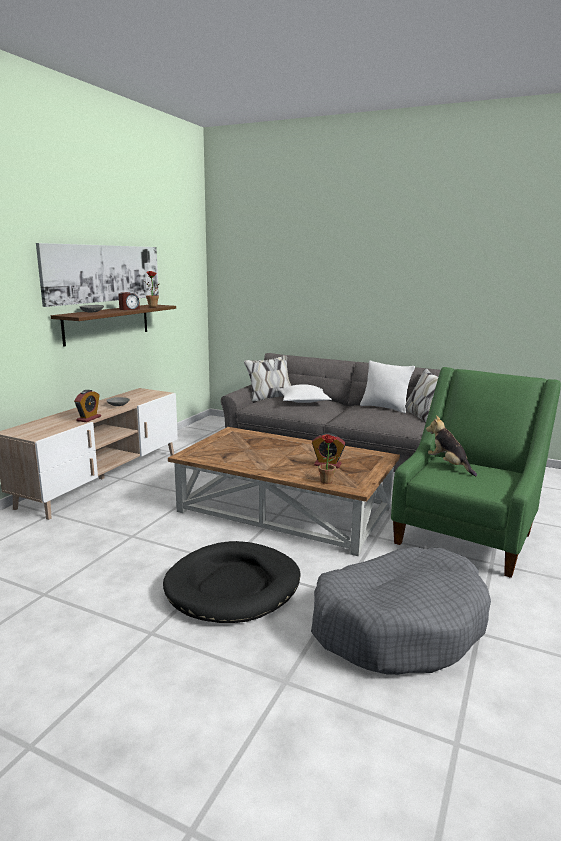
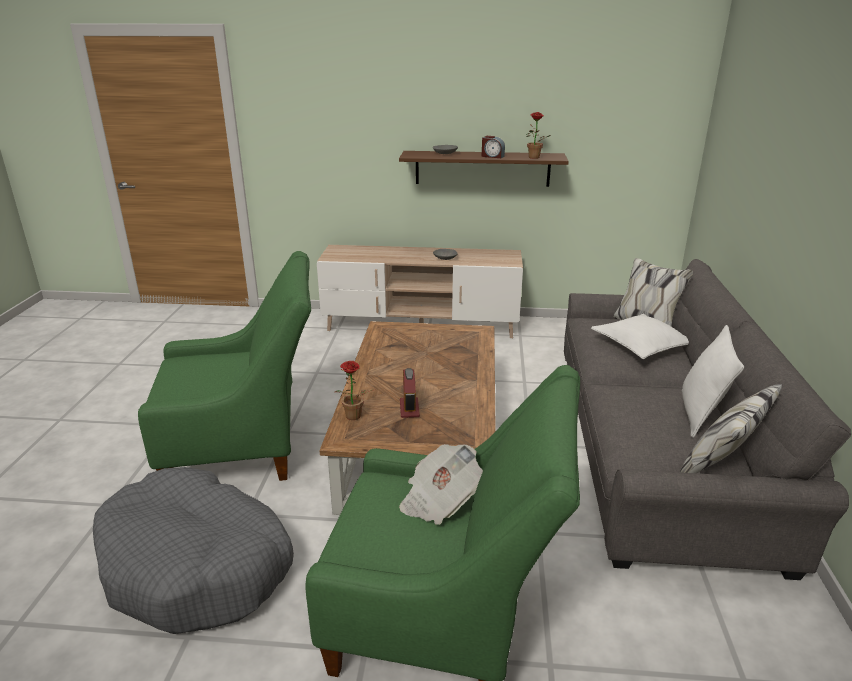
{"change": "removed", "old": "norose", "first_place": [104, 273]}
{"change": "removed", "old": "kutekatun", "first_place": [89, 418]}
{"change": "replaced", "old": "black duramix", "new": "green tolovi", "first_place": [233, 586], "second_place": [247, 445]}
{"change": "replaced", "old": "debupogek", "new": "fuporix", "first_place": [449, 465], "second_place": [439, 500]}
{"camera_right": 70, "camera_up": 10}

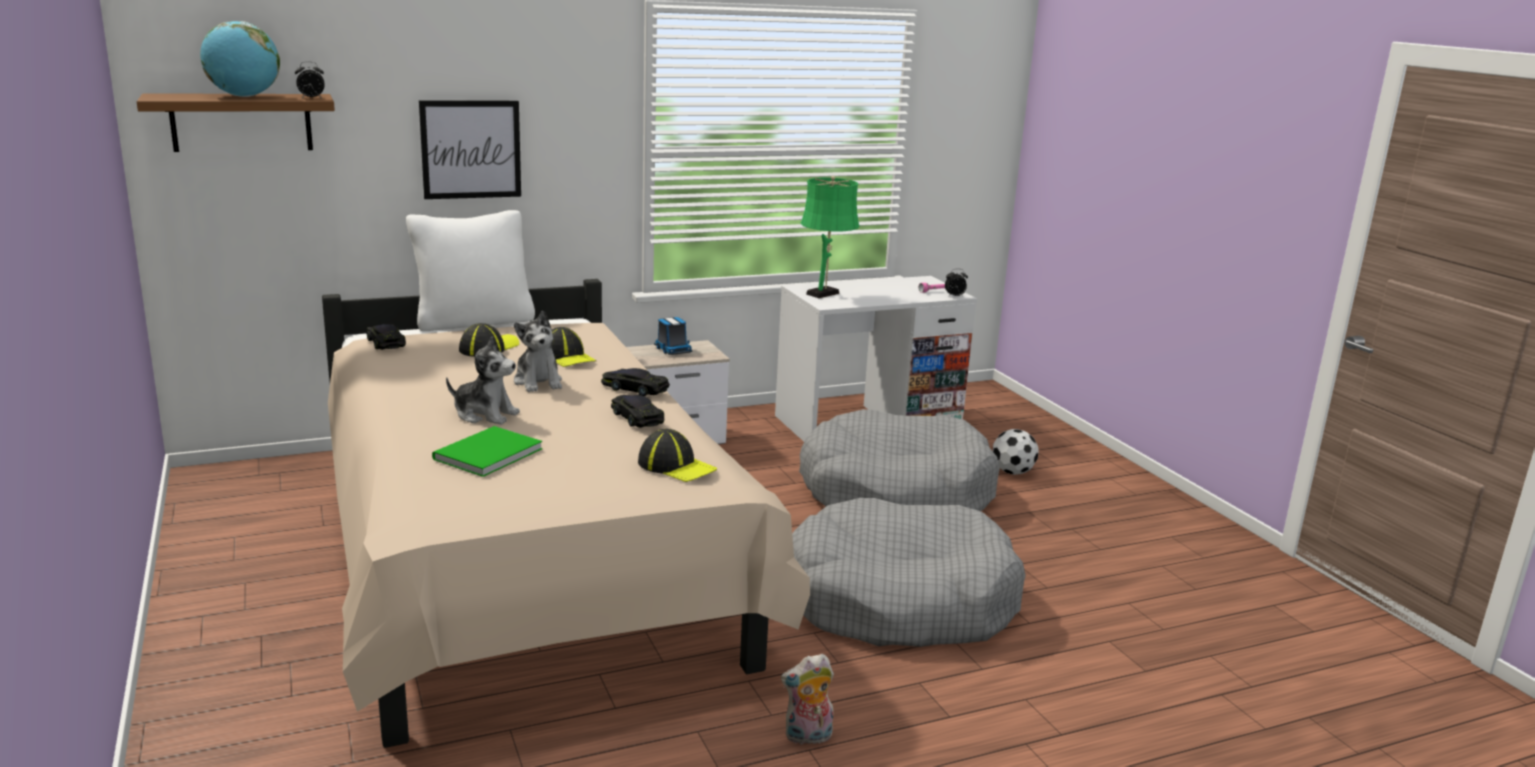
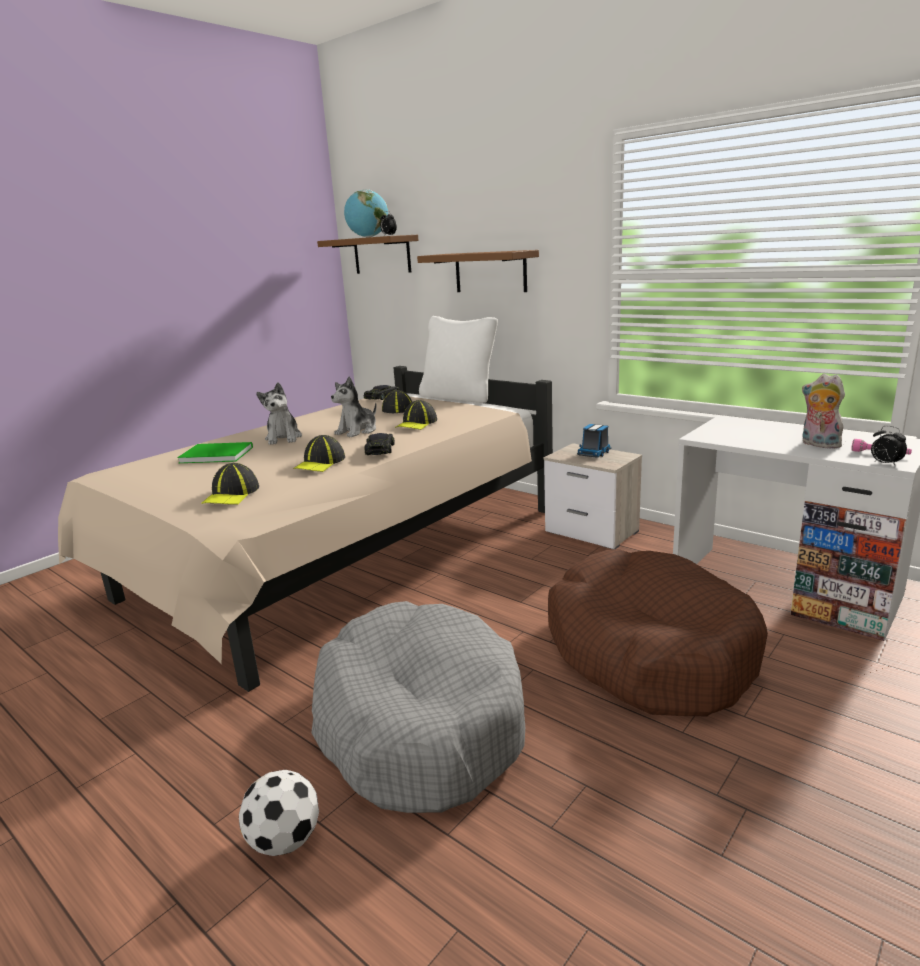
{"change": "replaced", "old": "norose", "new": "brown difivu", "first_place": [471, 149], "second_place": [490, 272]}
{"change": "replaced", "old": "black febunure", "new": "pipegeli", "first_place": [636, 417], "second_place": [320, 463]}
{"change": "moved", "old": "debupogek", "first_place": [807, 737], "second_place": [818, 444]}
{"change": "recoloured", "old": "grey duramix", "new": "brown duramix", "first_place": [895, 492], "second_place": [649, 651]}
{"change": "removed", "old": "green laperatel", "first_place": [825, 293]}
{"change": "moved", "old": "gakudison", "first_place": [1013, 472], "second_place": [284, 841]}
{"camera_right": 65, "camera_up": 0}

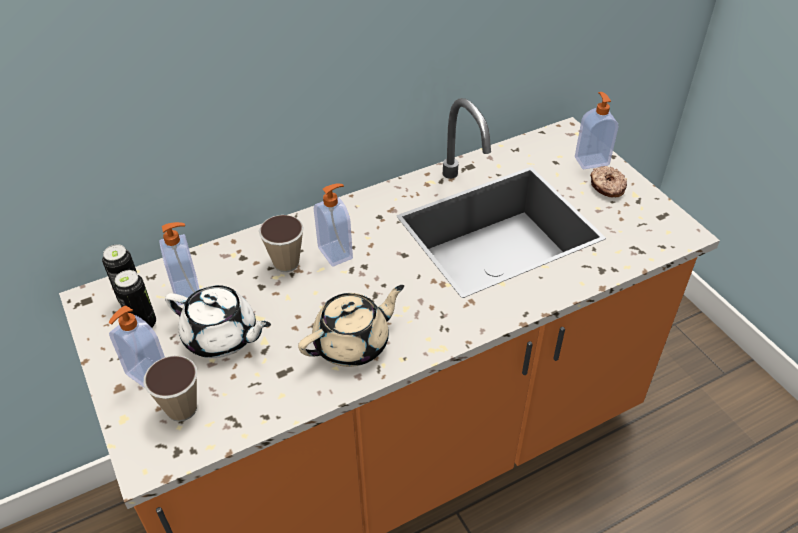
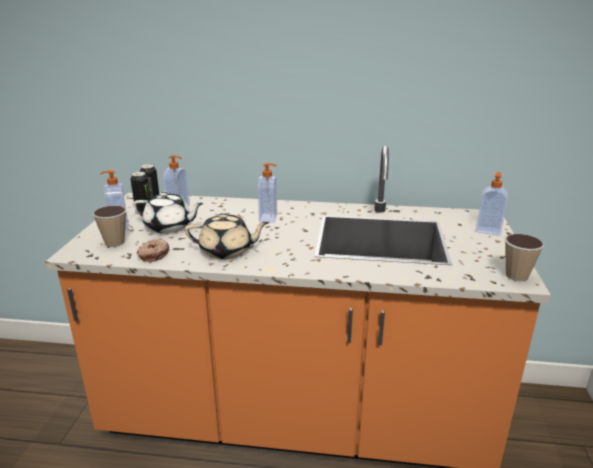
{"change": "turned", "old": "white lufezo", "first_place": [222, 337], "second_place": [169, 227], "degrees": -45}
{"change": "moved", "old": "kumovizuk", "first_place": [286, 263], "second_place": [516, 276]}
{"change": "moved", "old": "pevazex", "first_place": [607, 187], "second_place": [153, 255]}
{"camera_right": 35, "camera_up": -20}

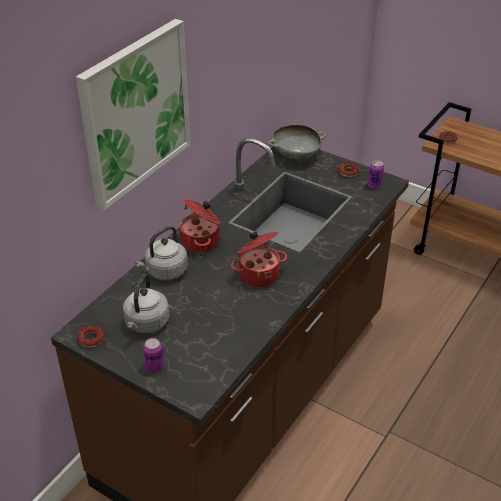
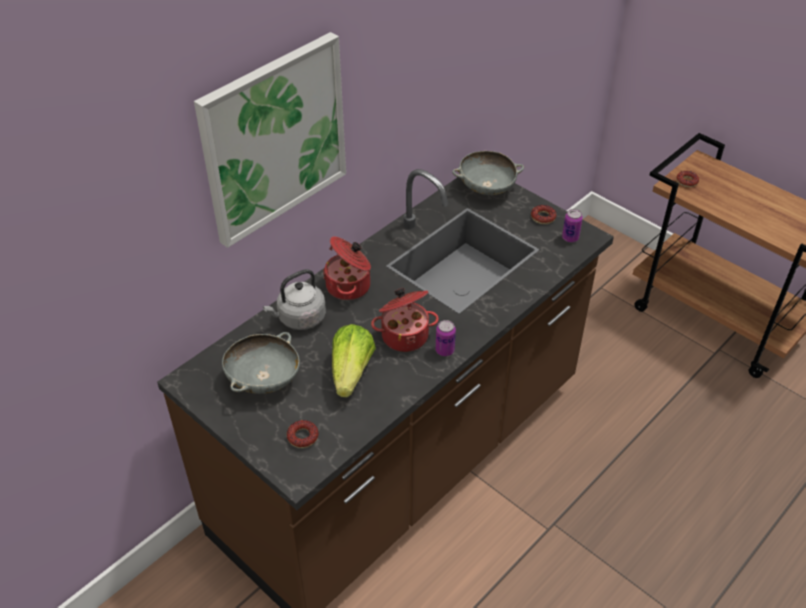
{"change": "moved", "old": "pevazex", "first_place": [91, 339], "second_place": [302, 437]}
{"change": "replaced", "old": "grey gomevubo", "new": "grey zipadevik", "first_place": [146, 324], "second_place": [264, 379]}
{"change": "moved", "old": "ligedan", "first_place": [155, 367], "second_place": [445, 350]}
{"change": "added", "new": "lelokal", "second_place": [351, 372]}
{"camera_right": 10, "camera_up": 5}

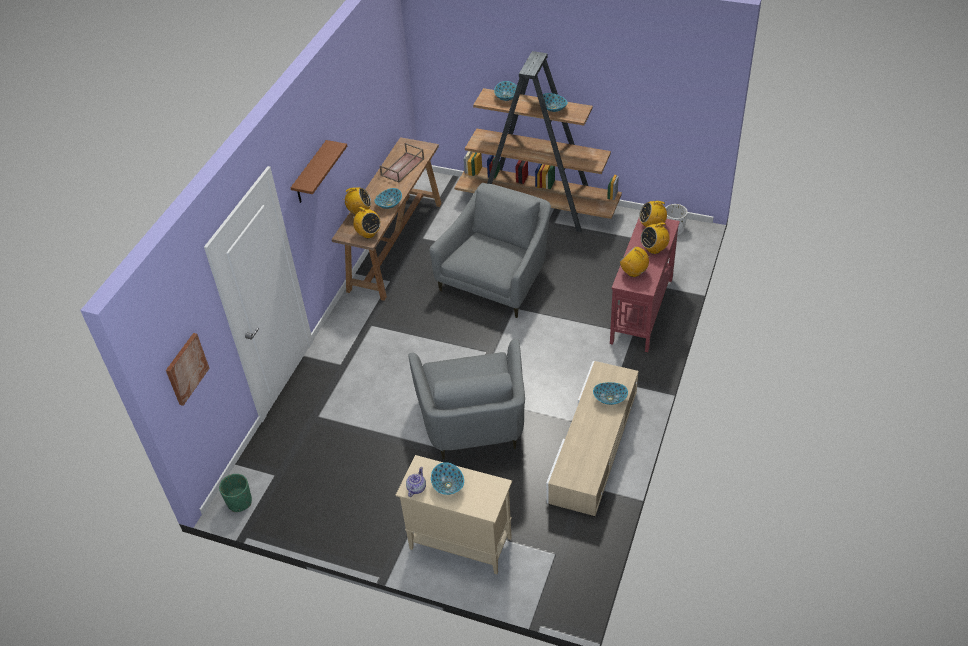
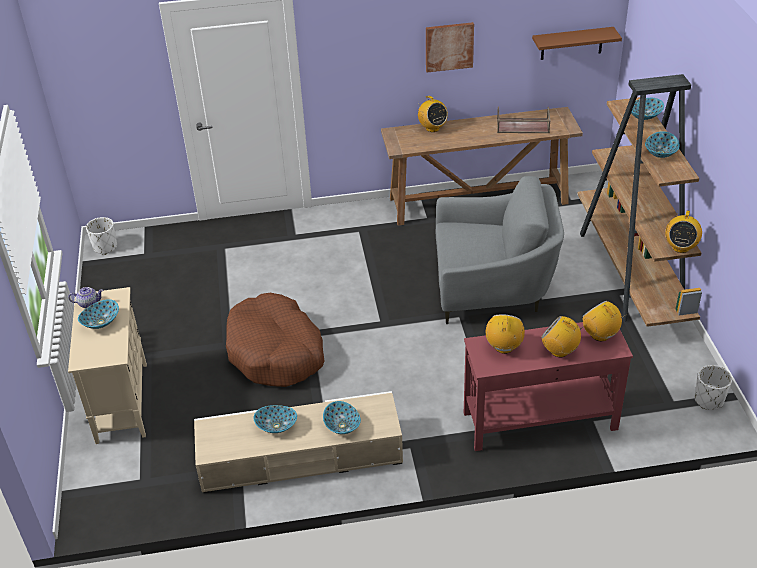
{"change": "moved", "old": "norose", "first_place": [186, 368], "second_place": [449, 46]}
{"change": "recoloured", "old": "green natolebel", "new": "white natolebel", "first_place": [239, 502], "second_place": [105, 247]}
{"change": "moved", "old": "brown difivu", "first_place": [310, 173], "second_place": [572, 43]}
{"change": "moved", "old": "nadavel", "first_place": [368, 234], "second_place": [680, 247]}
{"change": "moved", "old": "zipadevik", "first_place": [389, 204], "second_place": [276, 425]}
{"change": "replaced", "old": "grey tolovi", "new": "brown duramix", "first_place": [474, 424], "second_place": [276, 352]}
{"camera_right": 60, "camera_up": -5}

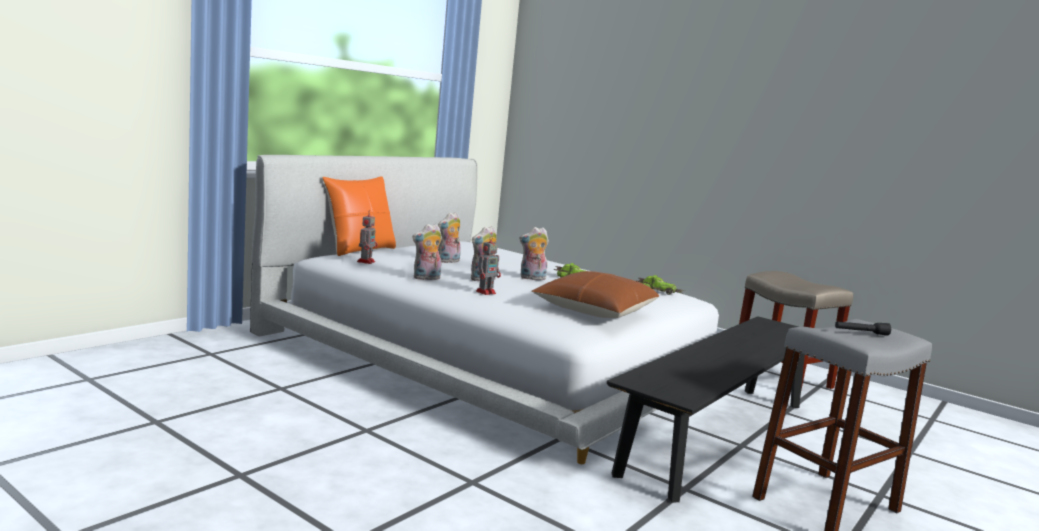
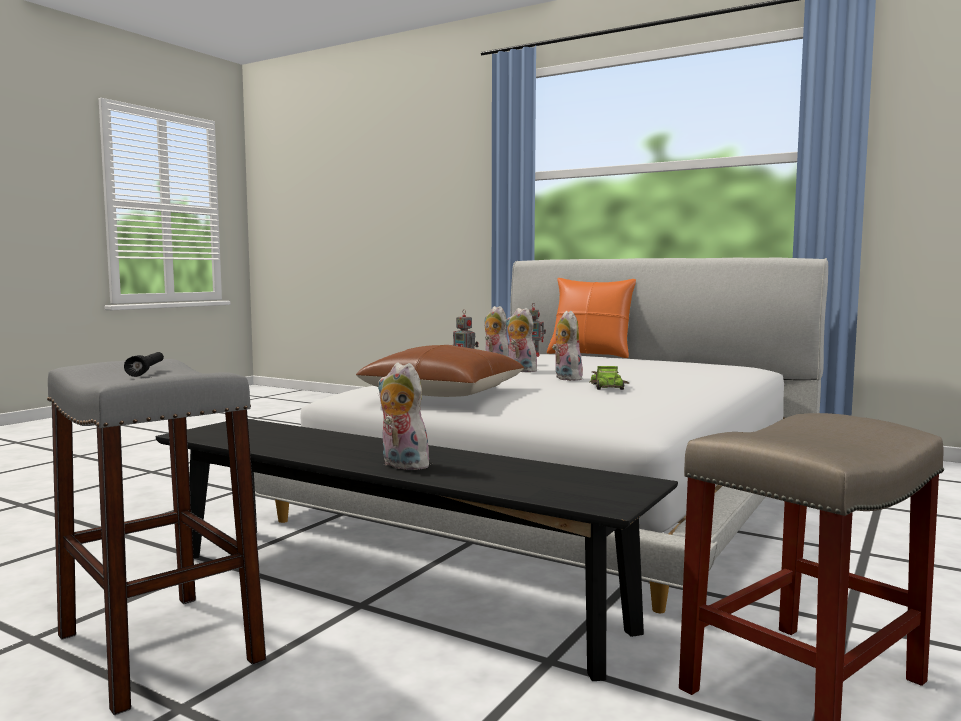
{"change": "moved", "old": "debupogek", "first_place": [448, 261], "second_place": [401, 465]}
{"change": "removed", "old": "febunure", "first_place": [659, 291]}
{"camera_right": 85, "camera_up": -5}

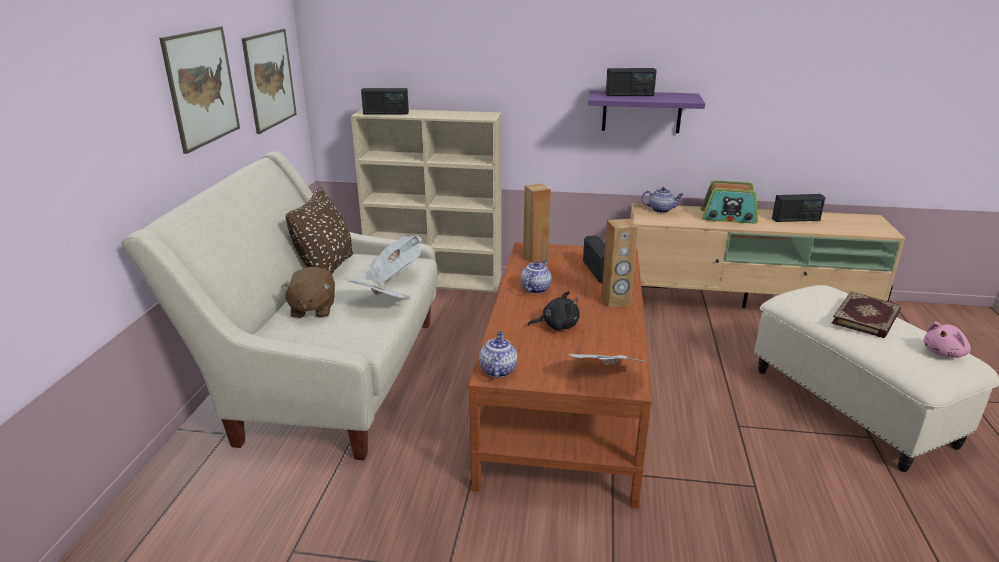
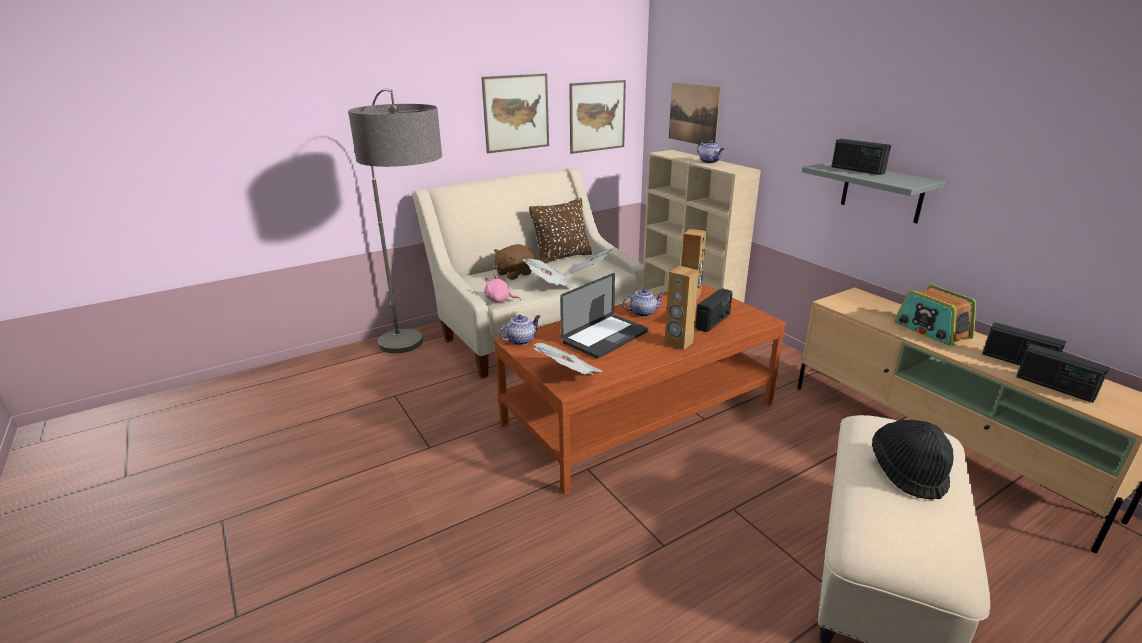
{"change": "moved", "old": "nadavel", "first_place": [386, 113], "second_place": [1054, 387]}
{"change": "replaced", "old": "black debupogek", "new": "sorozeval", "first_place": [557, 326], "second_place": [605, 337]}
{"change": "recoloured", "old": "purple difivu", "new": "grey difivu", "first_place": [641, 112], "second_place": [882, 192]}
{"change": "moved", "old": "lufezo", "first_place": [661, 210], "second_place": [709, 162]}
{"change": "replaced", "old": "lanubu", "new": "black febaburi", "first_place": [867, 318], "second_place": [908, 472]}
{"change": "moved", "old": "pink debupogek", "first_place": [944, 353], "second_place": [500, 300]}
{"change": "added", "new": "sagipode", "second_place": [418, 365]}
{"change": "added", "new": "norose", "second_place": [693, 114]}
{"camera_right": 50, "camera_up": 0}

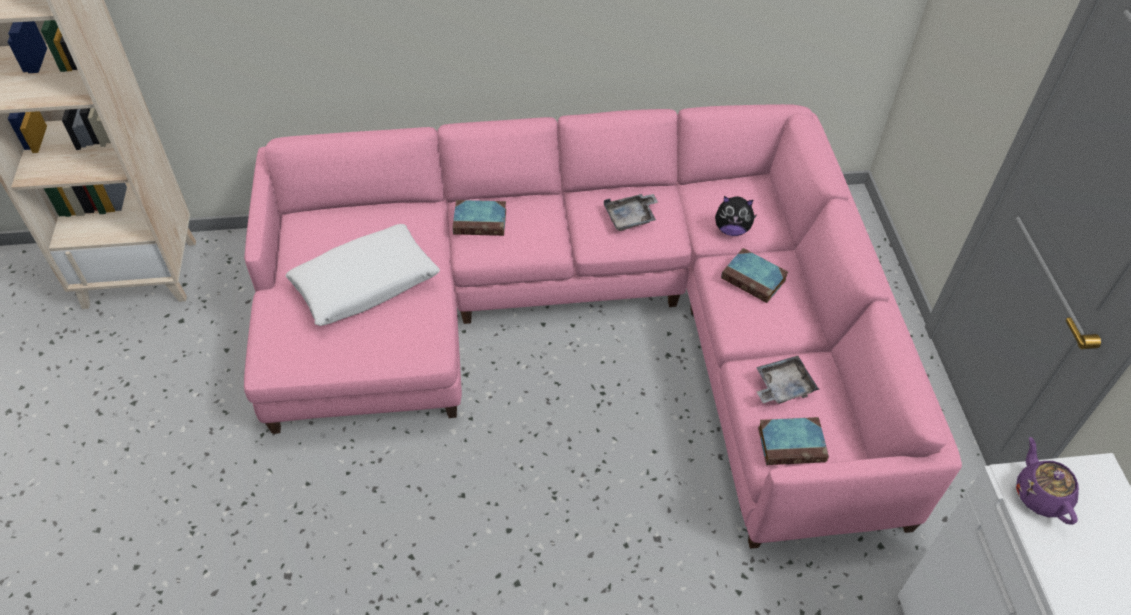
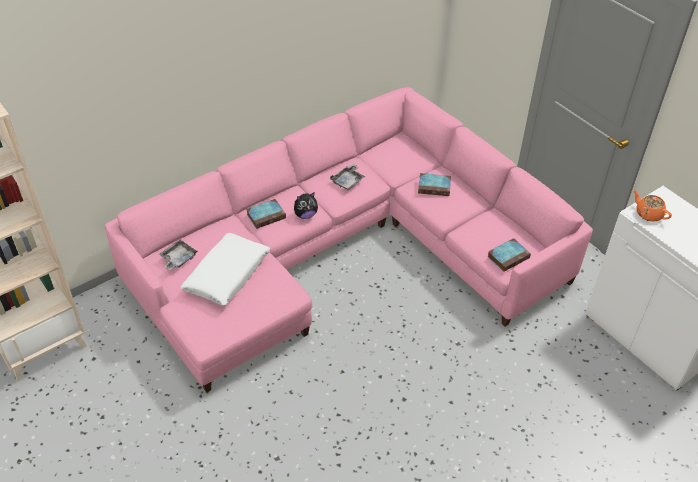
{"change": "moved", "old": "debupogek", "first_place": [732, 229], "second_place": [305, 215]}
{"change": "moved", "old": "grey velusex", "first_place": [782, 386], "second_place": [178, 259]}
{"change": "recoloured", "old": "purple lufezo", "new": "orange lufezo", "first_place": [1040, 495], "second_place": [648, 214]}
{"camera_right": -30, "camera_up": -5}

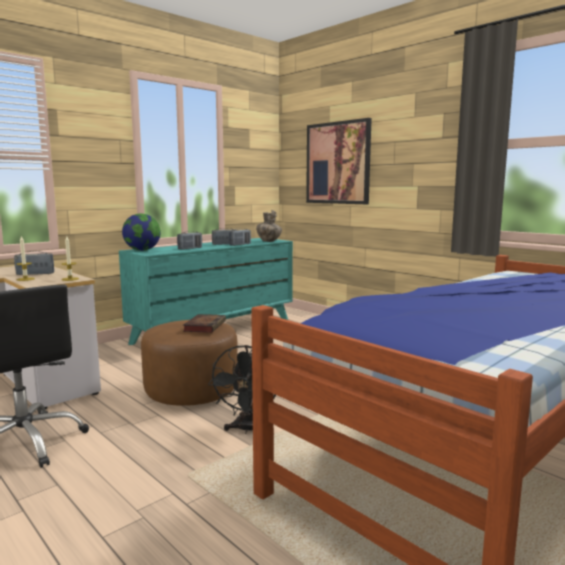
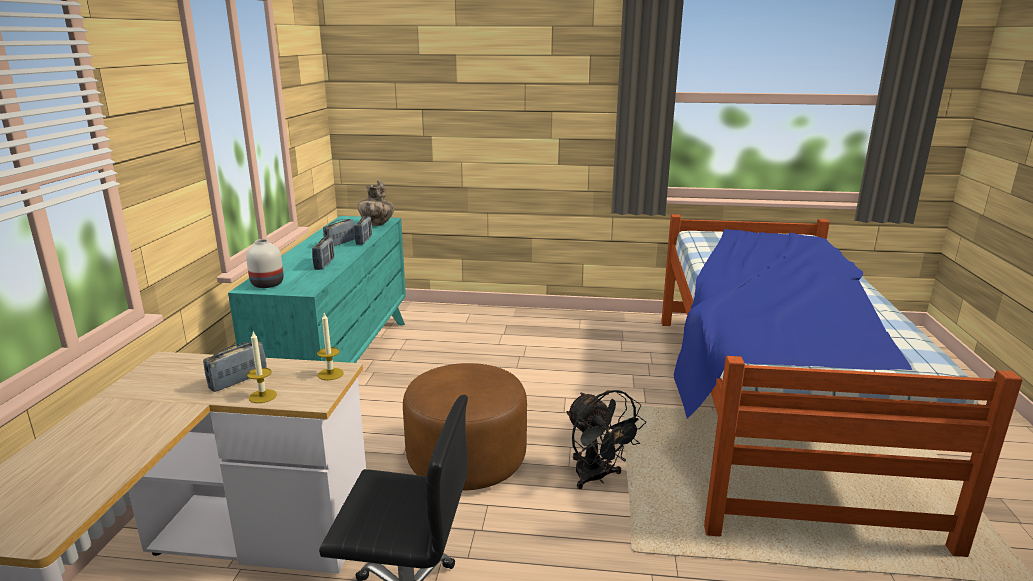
{"change": "replaced", "old": "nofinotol", "new": "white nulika", "first_place": [142, 250], "second_place": [267, 284]}
{"change": "removed", "old": "lanubu", "first_place": [205, 326]}
{"change": "removed", "old": "norose", "first_place": [337, 163]}
{"camera_right": -40, "camera_up": 10}

